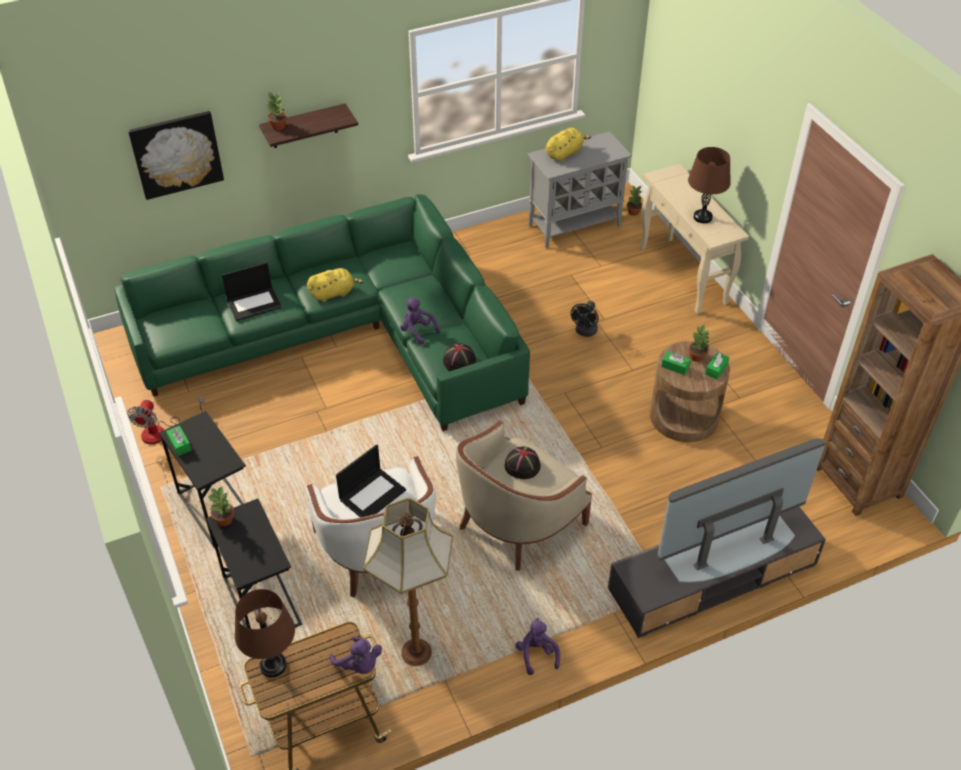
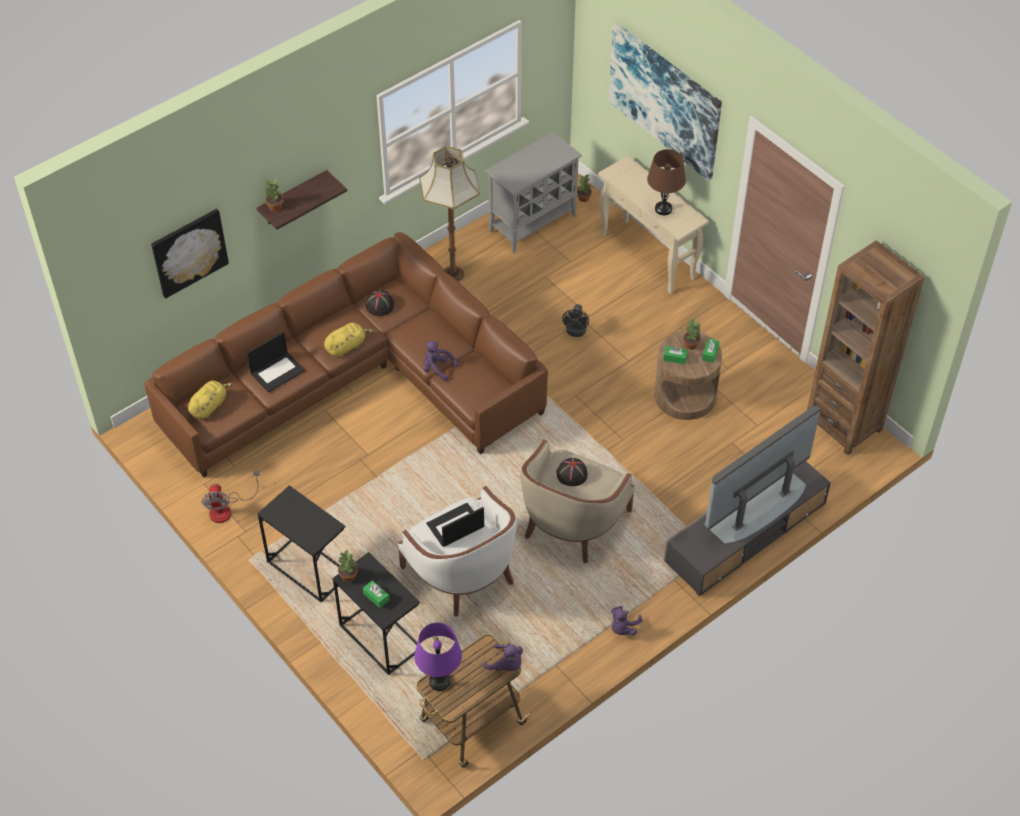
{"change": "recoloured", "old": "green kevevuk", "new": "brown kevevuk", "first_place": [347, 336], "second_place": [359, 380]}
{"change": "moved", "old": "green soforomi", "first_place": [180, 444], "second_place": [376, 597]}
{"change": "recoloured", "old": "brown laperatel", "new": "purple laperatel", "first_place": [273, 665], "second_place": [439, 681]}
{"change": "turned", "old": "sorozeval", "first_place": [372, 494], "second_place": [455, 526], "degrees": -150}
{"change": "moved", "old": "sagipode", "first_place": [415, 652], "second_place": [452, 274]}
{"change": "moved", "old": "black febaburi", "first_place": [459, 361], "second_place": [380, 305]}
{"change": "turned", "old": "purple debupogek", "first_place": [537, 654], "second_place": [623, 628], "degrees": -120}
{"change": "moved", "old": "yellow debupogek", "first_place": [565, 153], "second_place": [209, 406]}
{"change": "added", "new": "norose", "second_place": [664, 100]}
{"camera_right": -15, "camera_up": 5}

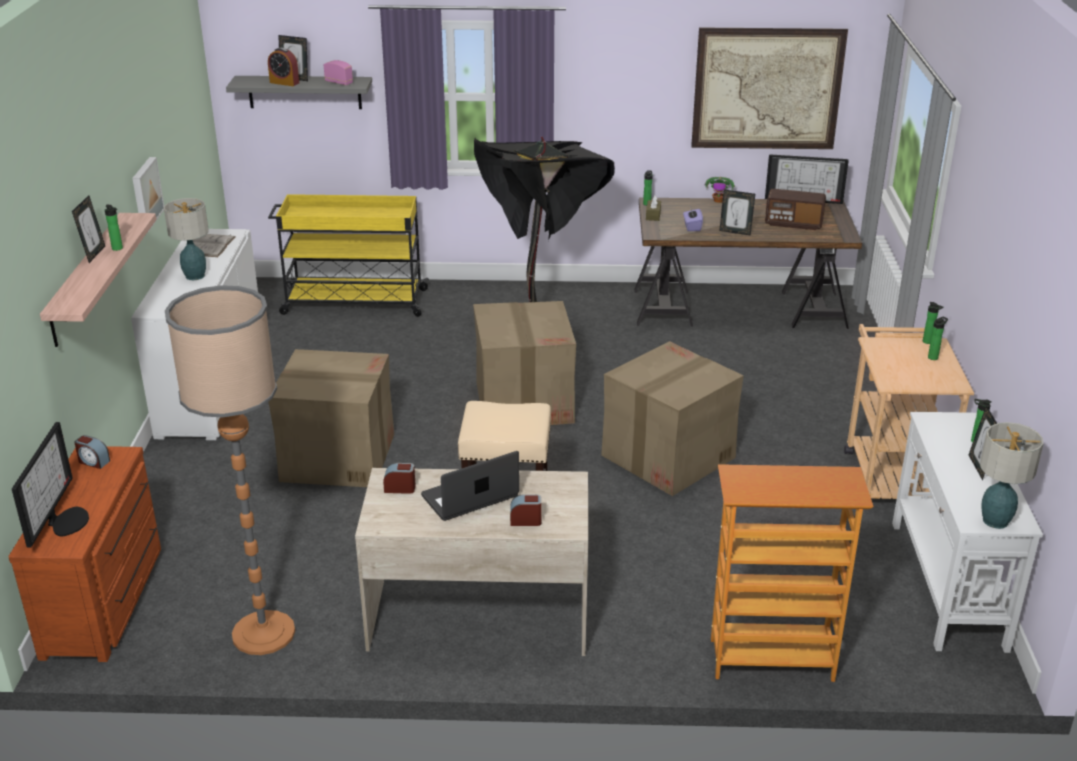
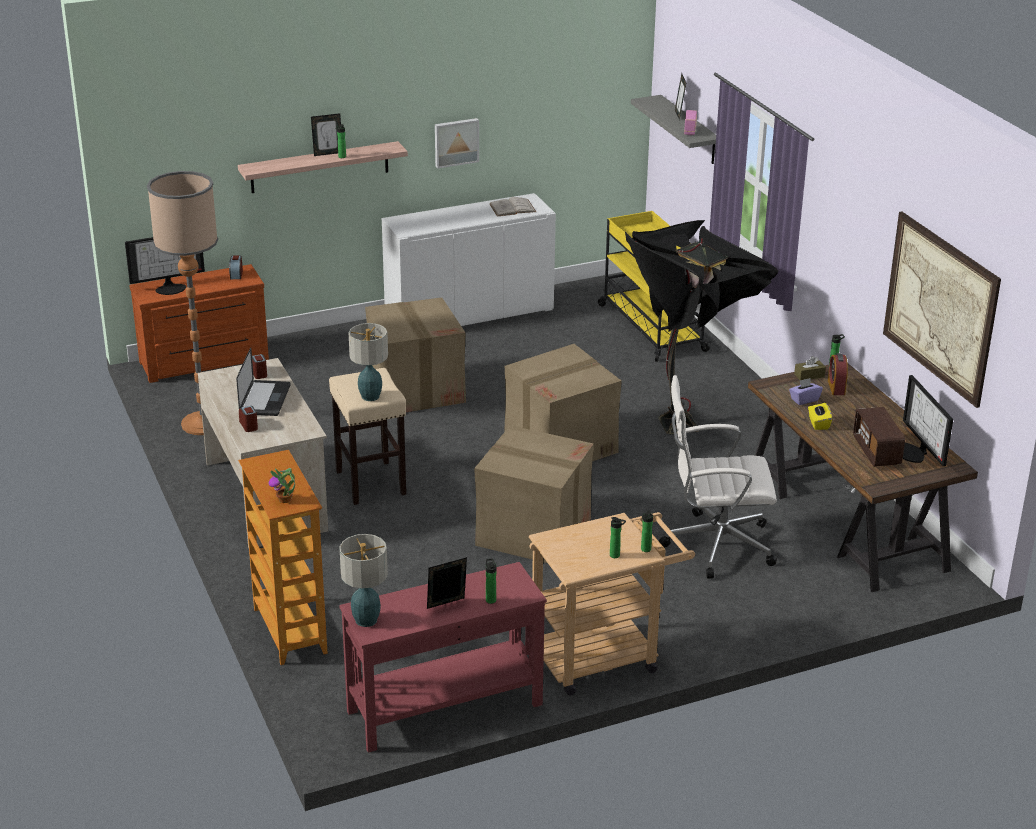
{"change": "moved", "old": "laperatel", "first_place": [195, 276], "second_place": [371, 396]}
{"change": "moved", "old": "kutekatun", "first_place": [284, 83], "second_place": [836, 387]}
{"change": "turned", "old": "sorozeval", "first_place": [470, 496], "second_place": [265, 399], "degrees": 60}
{"change": "moved", "old": "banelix", "first_place": [718, 201], "second_place": [285, 500]}
{"change": "replaced", "old": "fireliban", "new": "yellow soforomi", "first_place": [735, 232], "second_place": [818, 424]}
{"change": "recoloured", "old": "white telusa", "new": "red telusa", "first_place": [946, 584], "second_place": [443, 708]}
{"change": "added", "new": "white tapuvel", "second_place": [715, 545]}
{"camera_right": 65, "camera_up": 0}

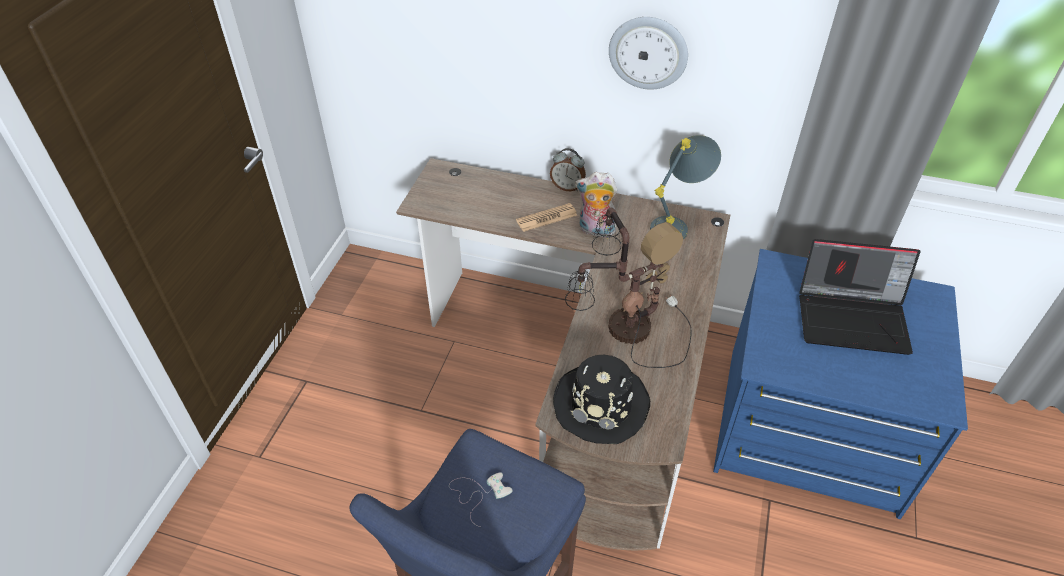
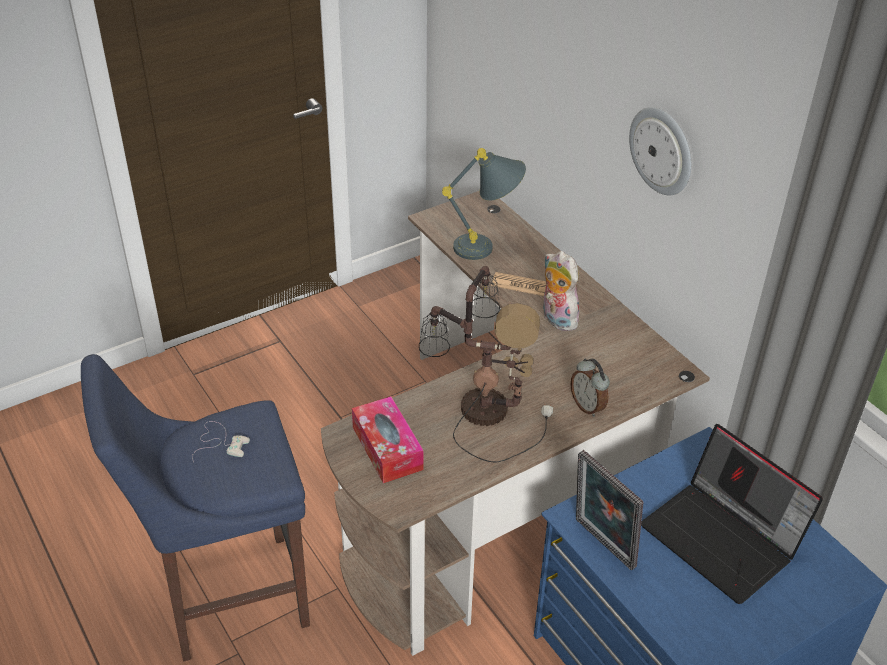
{"change": "moved", "old": "kutekatun", "first_place": [567, 187], "second_place": [588, 406]}
{"change": "replaced", "old": "black febaburi", "new": "soforomi", "first_place": [601, 404], "second_place": [387, 448]}
{"change": "moved", "old": "grey laperatel", "first_place": [678, 224], "second_place": [487, 248]}
{"change": "added", "new": "fireliban", "second_place": [601, 545]}
{"camera_right": 40, "camera_up": -5}

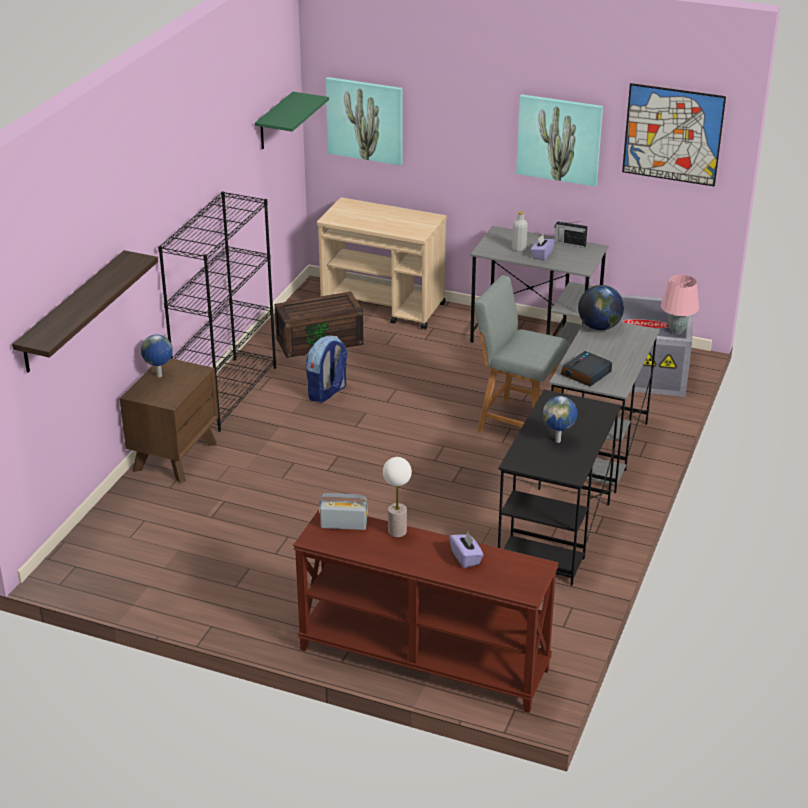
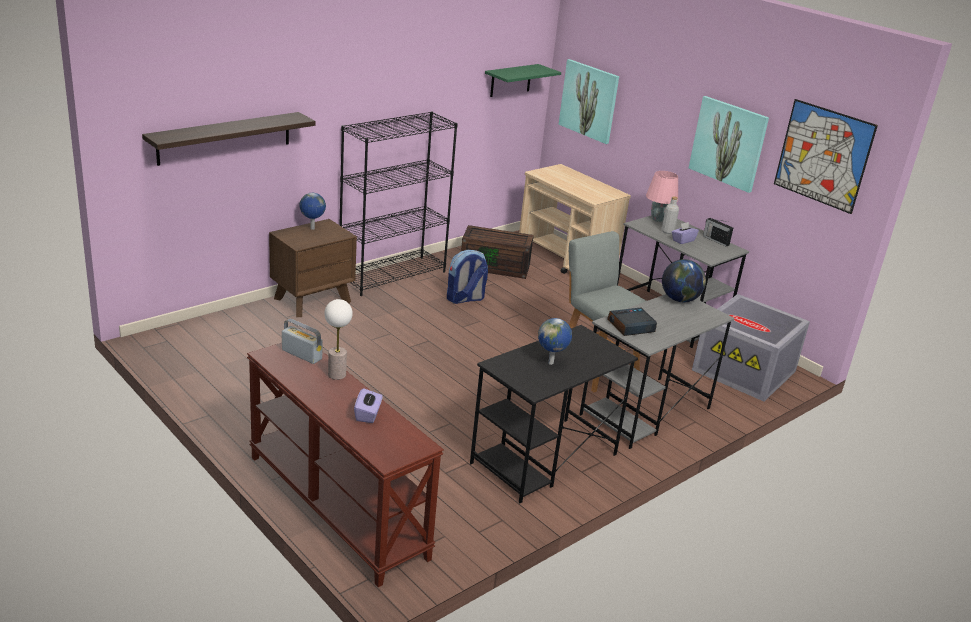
{"change": "moved", "old": "pink laperatel", "first_place": [677, 331], "second_place": [657, 220]}
{"camera_right": 25, "camera_up": -5}

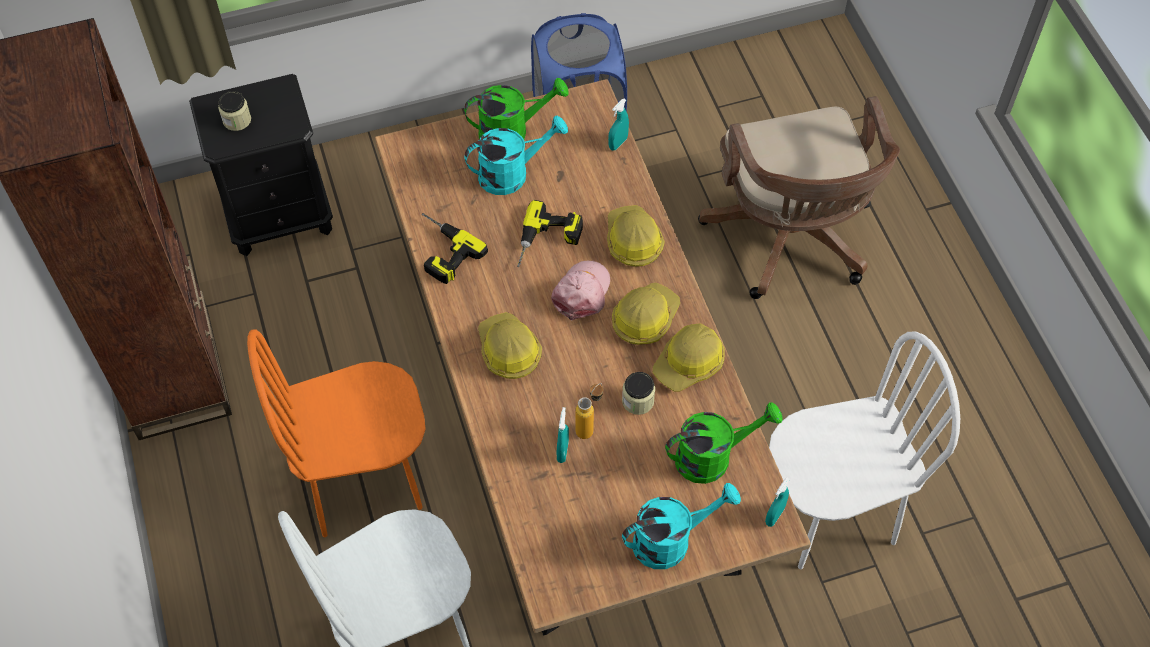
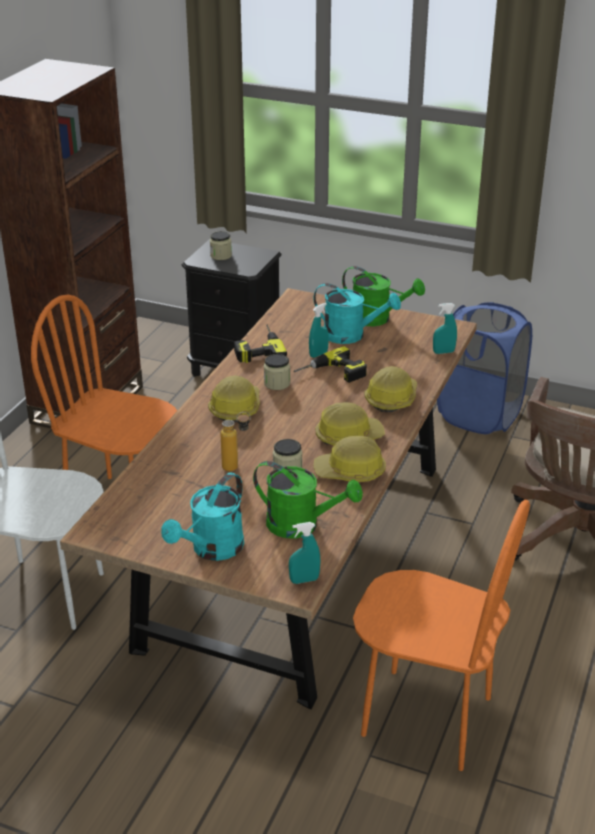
{"change": "removed", "old": "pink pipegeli", "first_place": [582, 292]}
{"change": "moved", "old": "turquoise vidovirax", "first_place": [562, 451], "second_place": [318, 354]}
{"change": "turned", "old": "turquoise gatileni", "first_place": [671, 540], "second_place": [212, 550], "degrees": 105}
{"change": "recoloured", "old": "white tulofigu", "new": "orange tulofigu", "first_place": [829, 514], "second_place": [426, 717]}
{"change": "added", "new": "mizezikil", "second_place": [277, 383]}
{"camera_right": 40, "camera_up": -25}

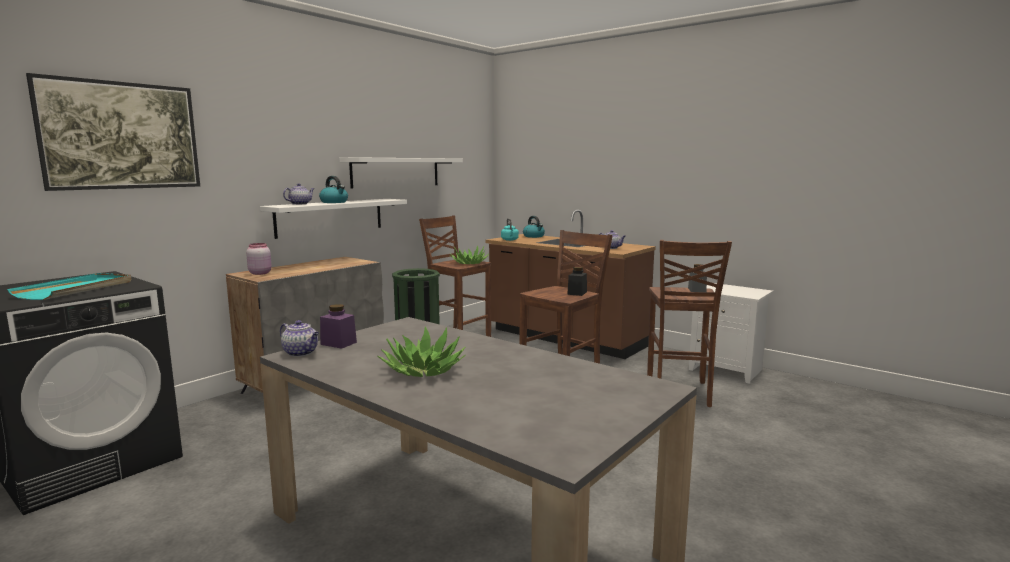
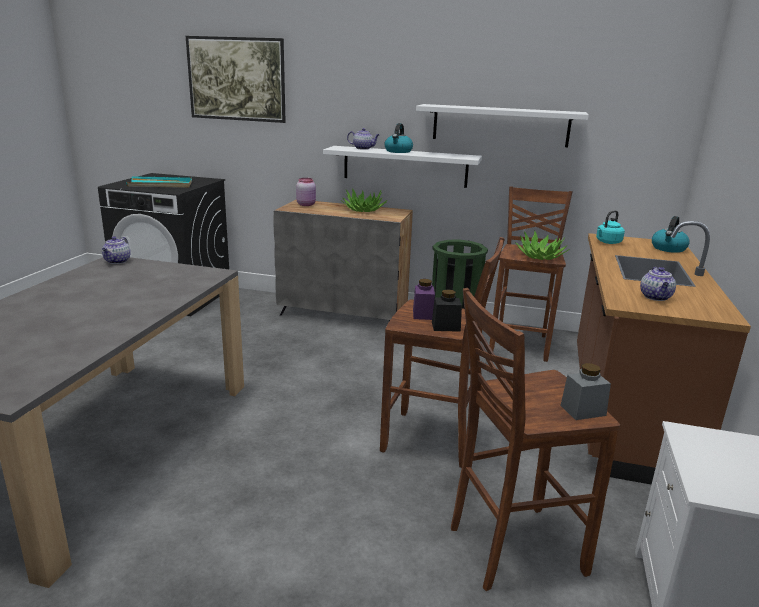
{"change": "moved", "old": "purple mizezikil", "first_place": [338, 343], "second_place": [423, 314]}
{"change": "moved", "old": "banelix", "first_place": [423, 370], "second_place": [363, 210]}
{"camera_right": 65, "camera_up": 10}

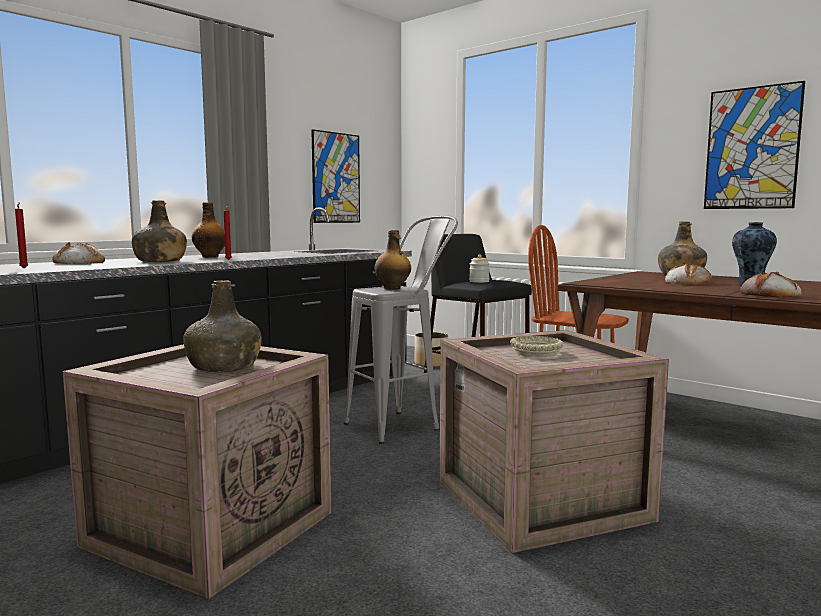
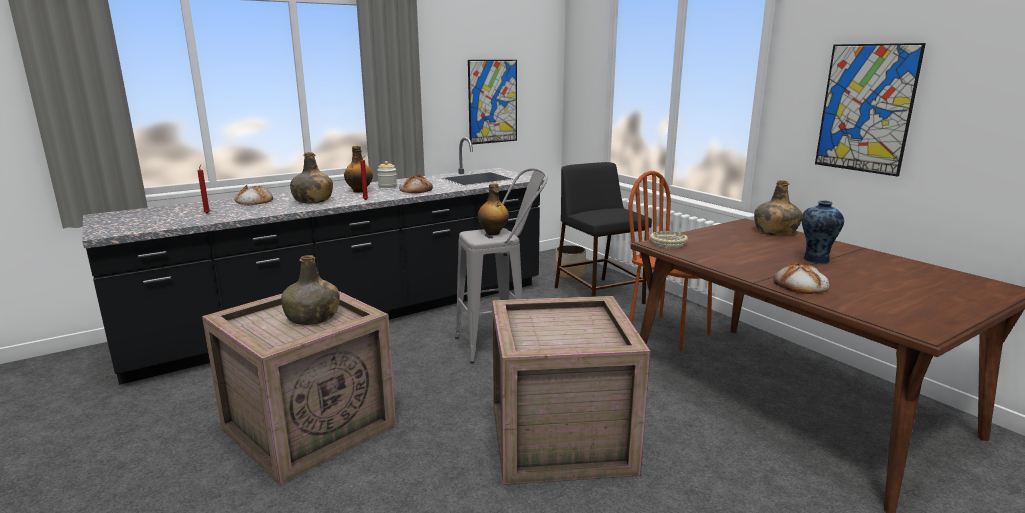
{"change": "moved", "old": "mizezikil", "first_place": [479, 281], "second_place": [387, 186]}
{"change": "moved", "old": "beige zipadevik", "first_place": [536, 352], "second_place": [667, 244]}
{"change": "moved", "old": "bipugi", "first_place": [687, 282], "second_place": [416, 189]}
{"camera_right": 15, "camera_up": 10}

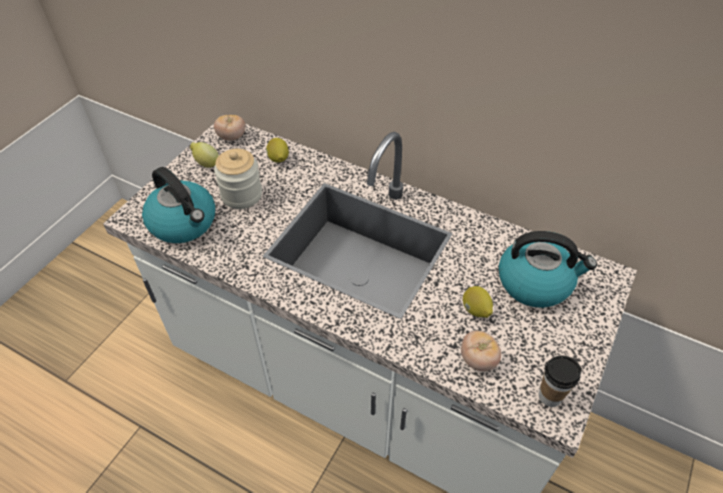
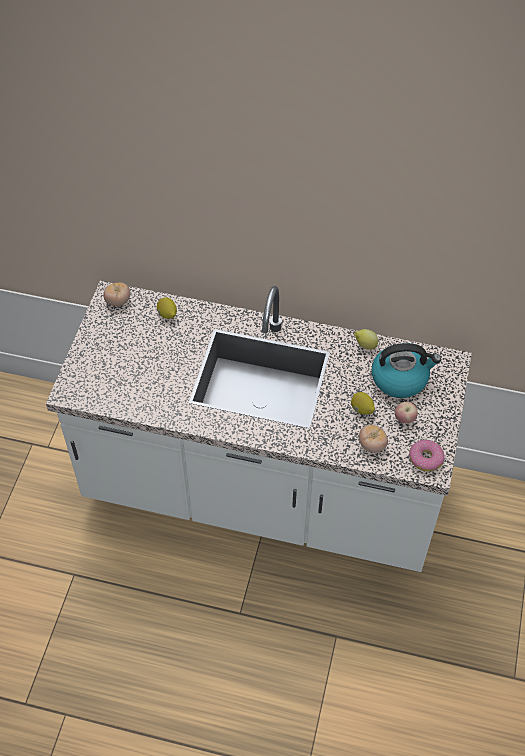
{"change": "removed", "old": "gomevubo", "first_place": [184, 223]}
{"change": "moved", "old": "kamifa", "first_place": [206, 164], "second_place": [365, 345]}
{"change": "removed", "old": "mizezikil", "first_place": [241, 195]}
{"change": "replaced", "old": "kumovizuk", "new": "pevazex", "first_place": [550, 396], "second_place": [425, 459]}
{"change": "added", "new": "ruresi", "second_place": [404, 419]}
{"camera_right": -15, "camera_up": 5}

